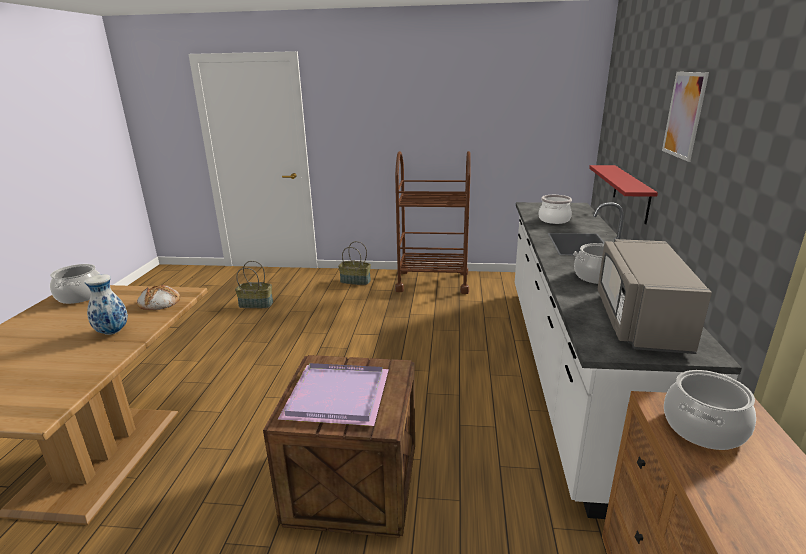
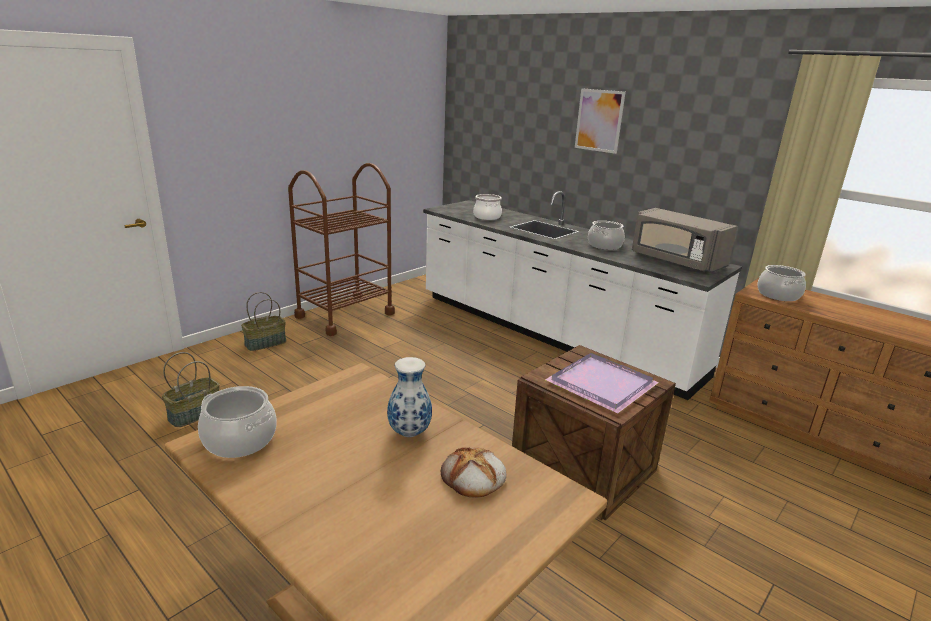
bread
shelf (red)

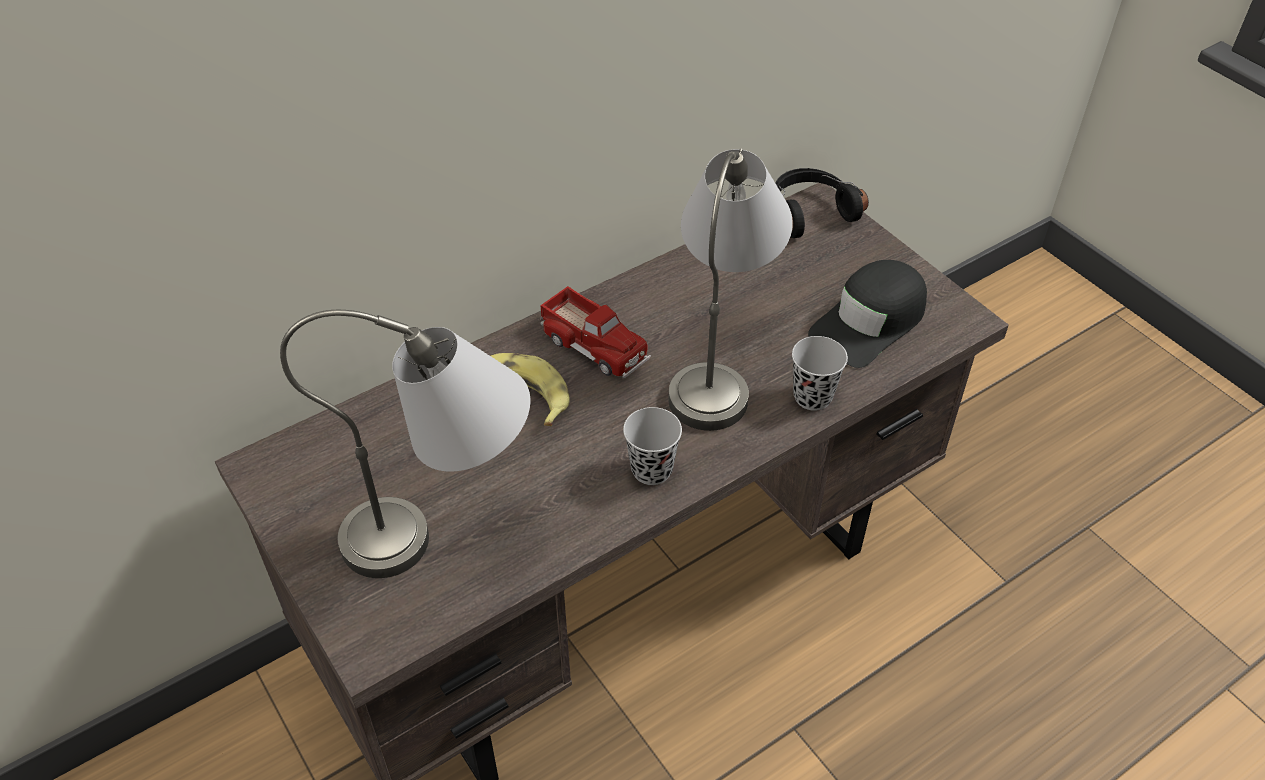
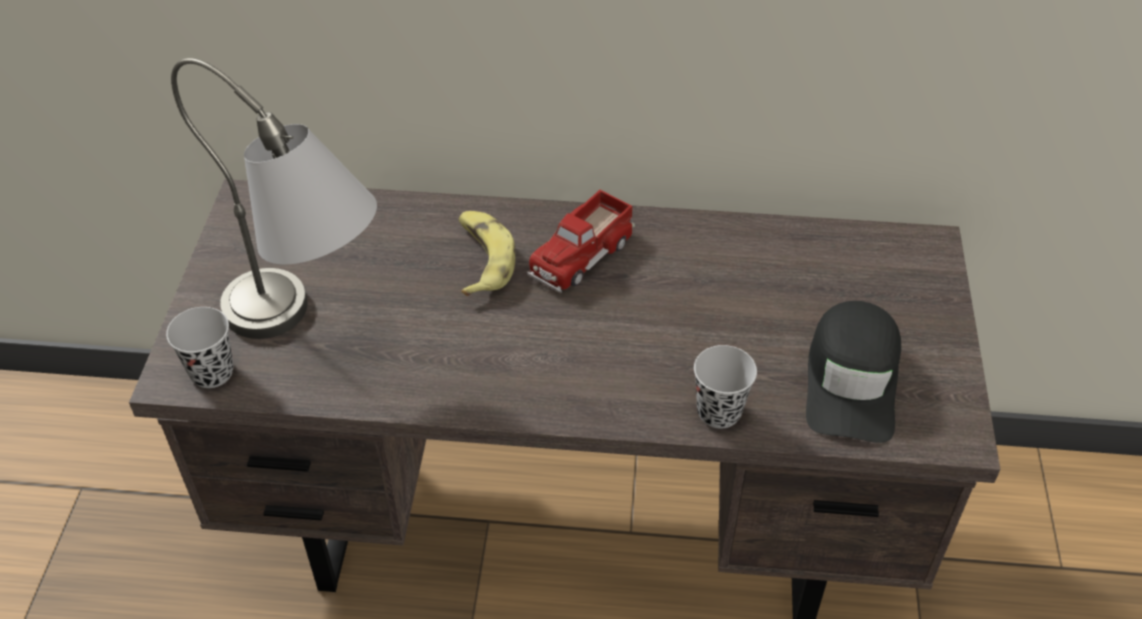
cup (black) (no. 1 from left)
toy truck
cap (black)
table lamp (grey) (no. 2 from left in the first image)
headphones (black)

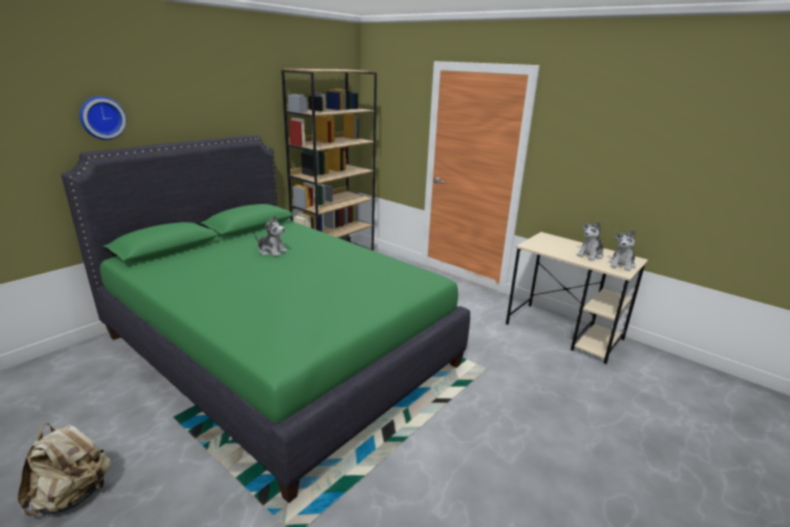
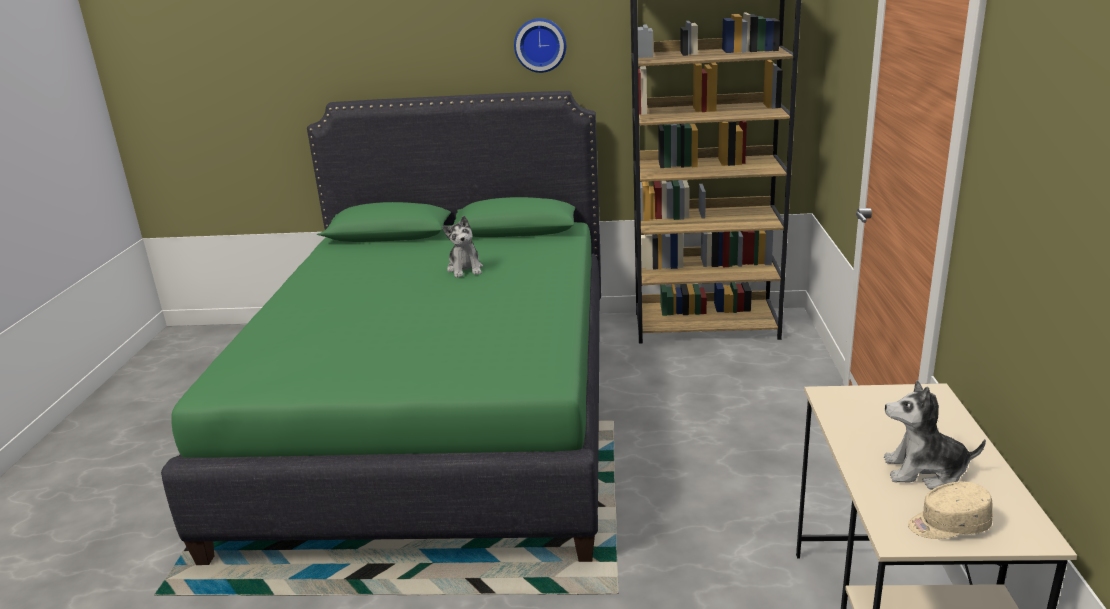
wall clock
cap (beige)
backpack (beige)

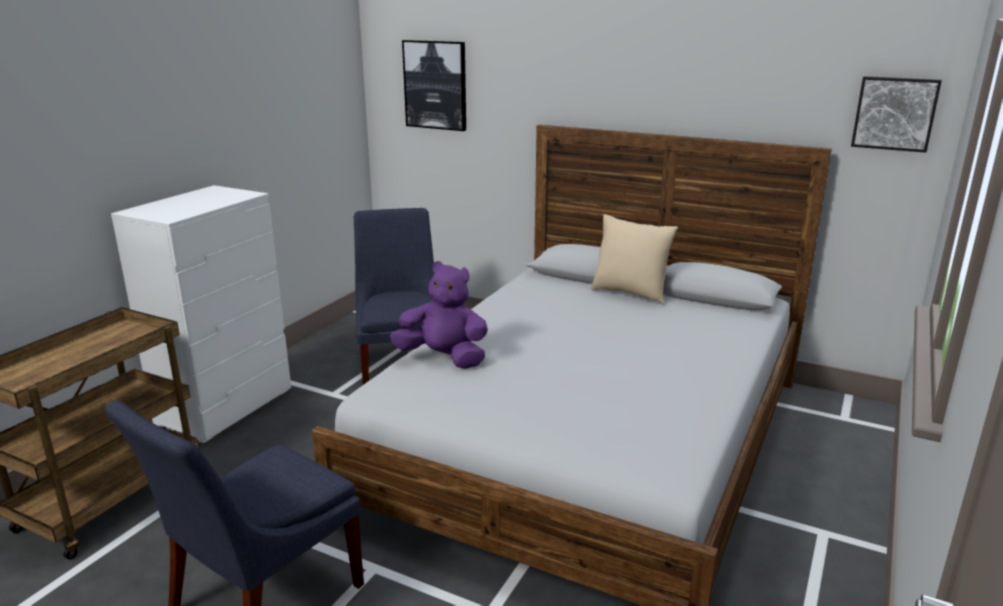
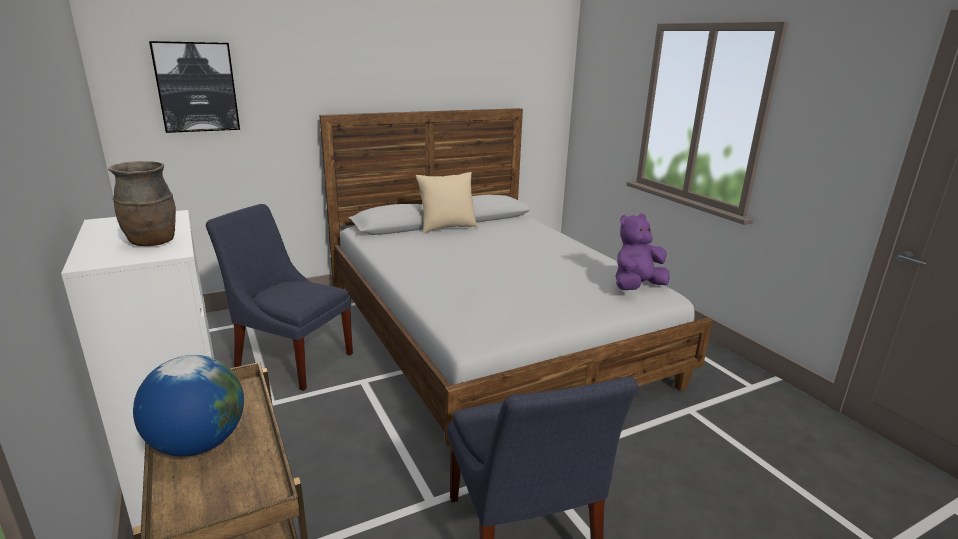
vase (brown)
globe
plush toy (purple)
picture (no. 2 from left in the first image)

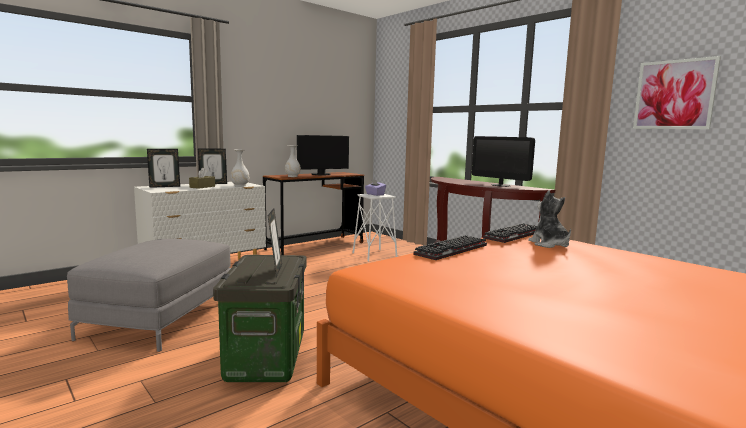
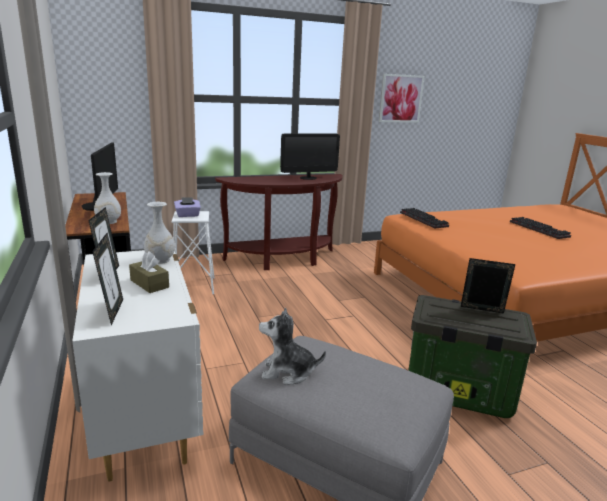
plush toy
keyboard (no. 2 from left)

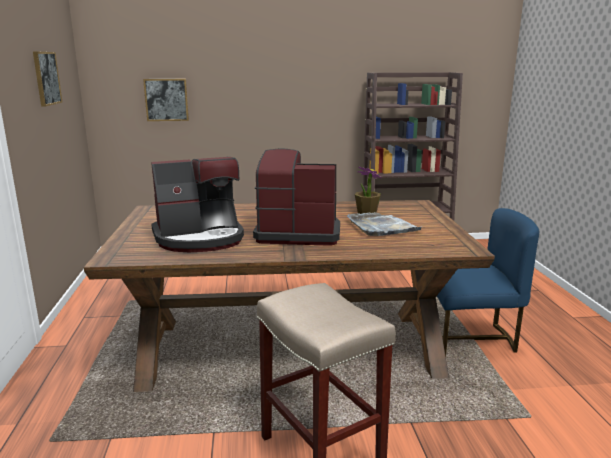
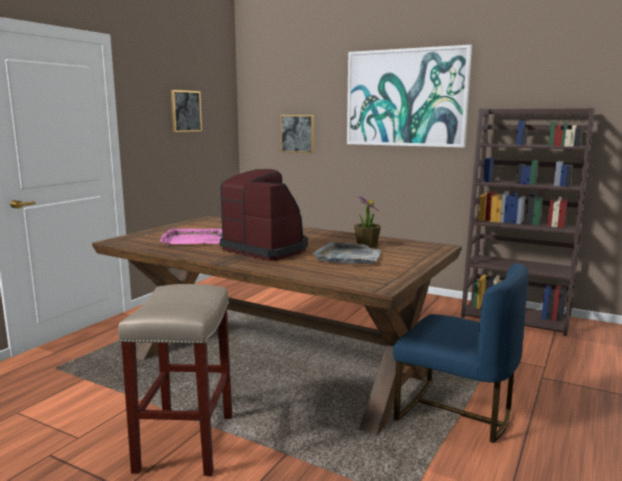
tray (pink)
picture (no. 3 from left)

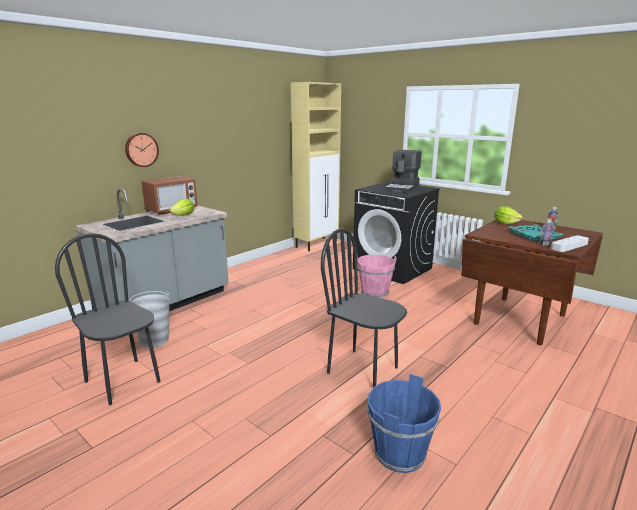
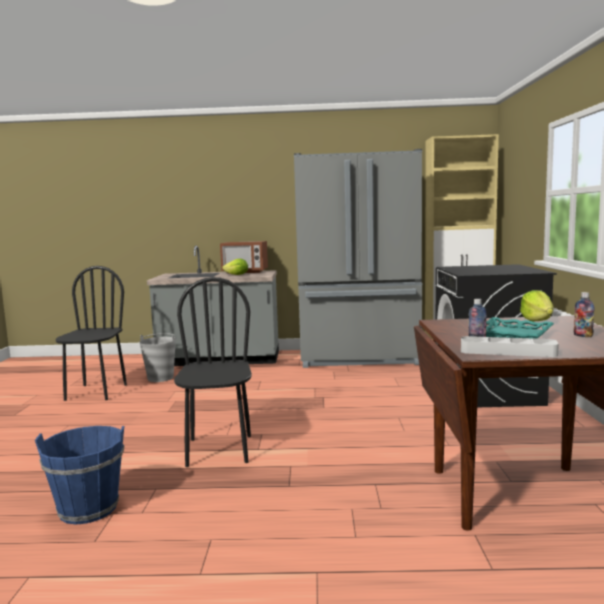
fridge (grey)
wall clock
bucket (pink)
coffee machine

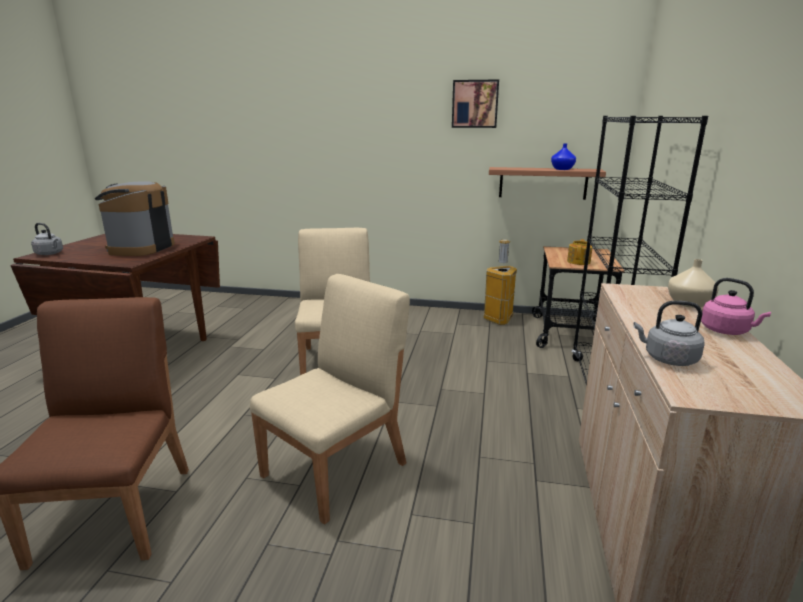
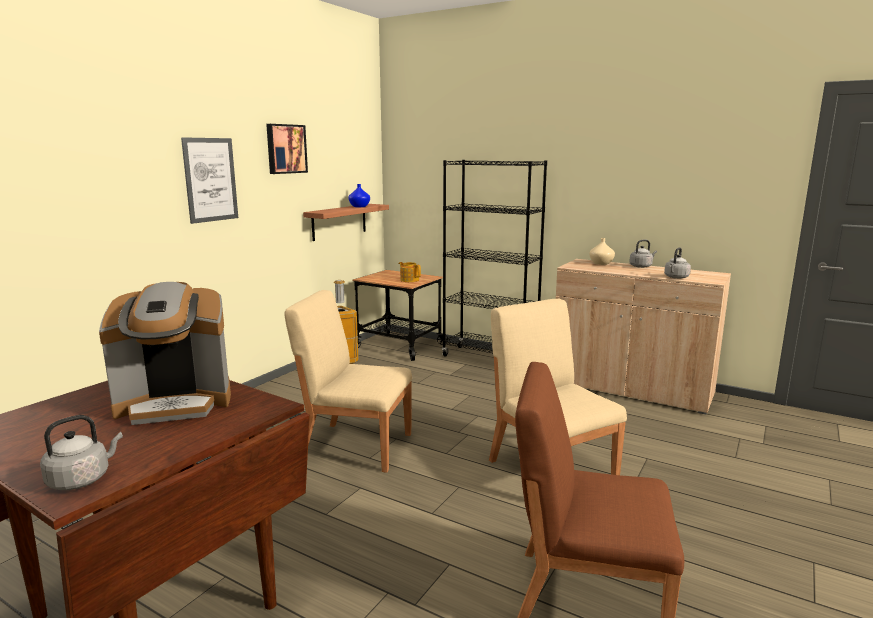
coffee machine
picture (no. 1 from left)
kettle (grey) (no. 2 from left)

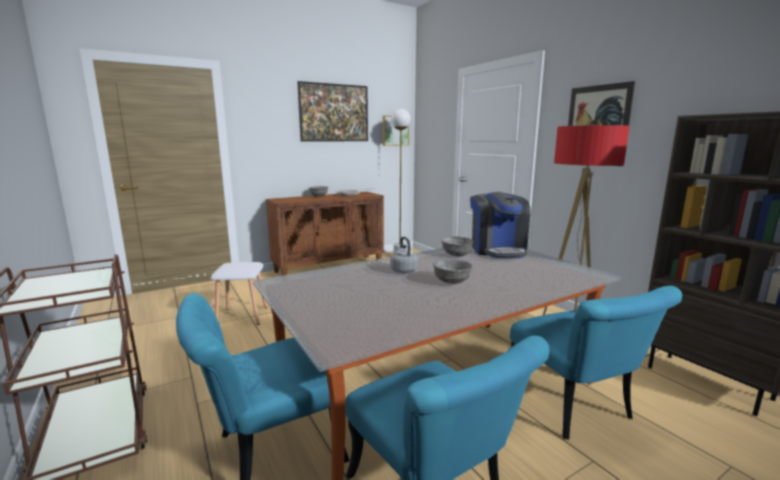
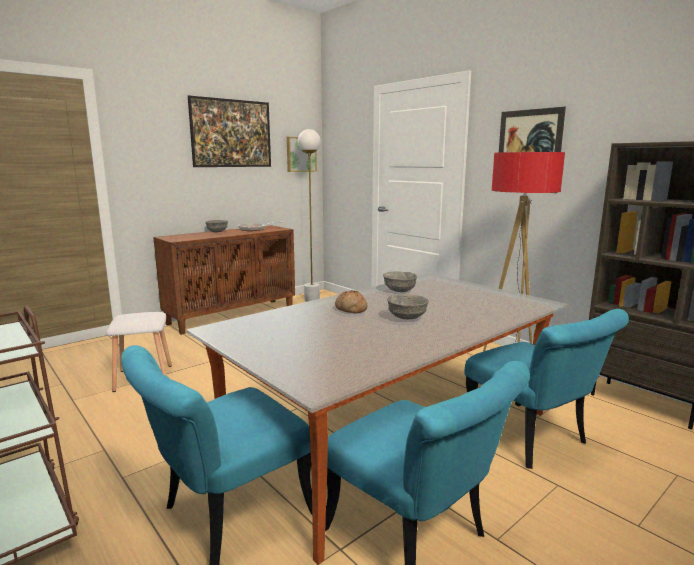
bread
coffee machine

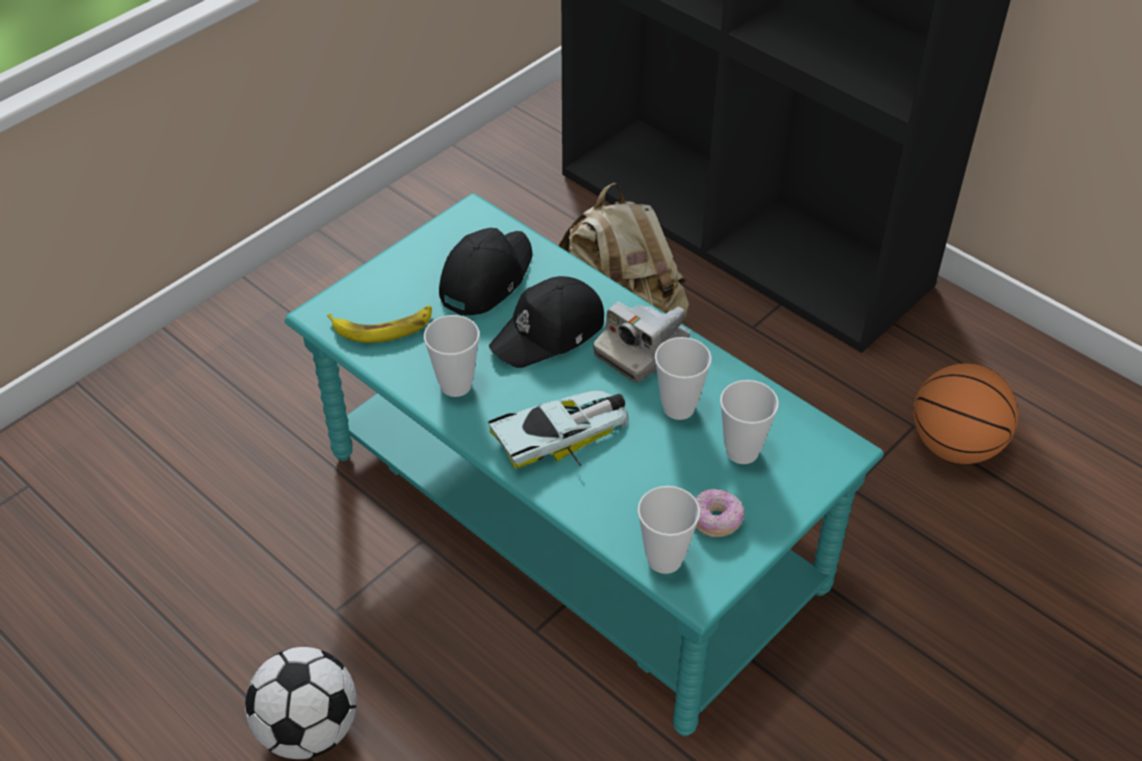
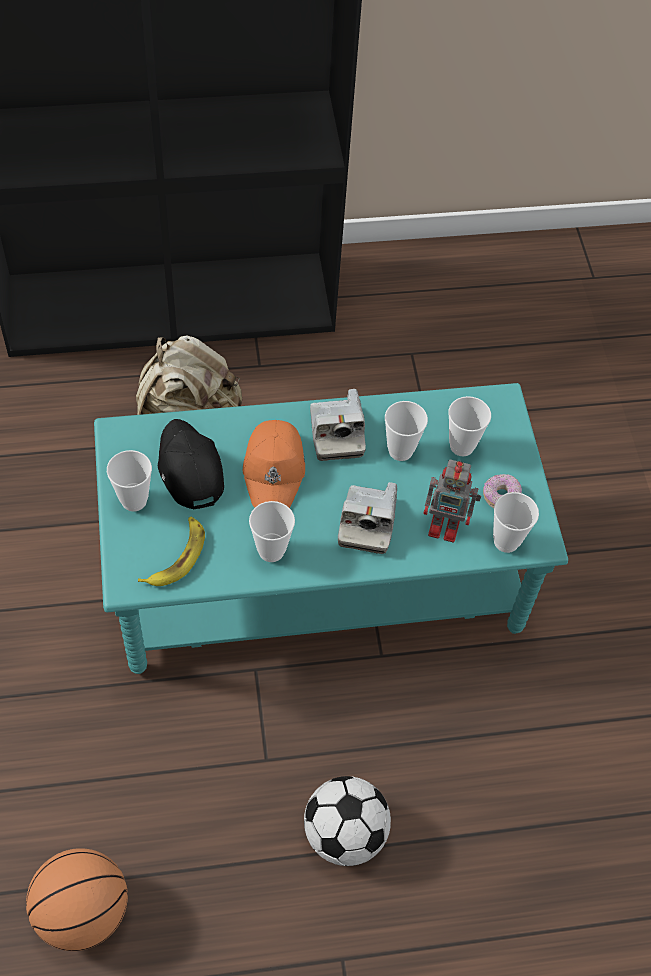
basketball
cup (no. 1 from left)
cap (orange)
photo camera (no. 2 from left)
toy robot

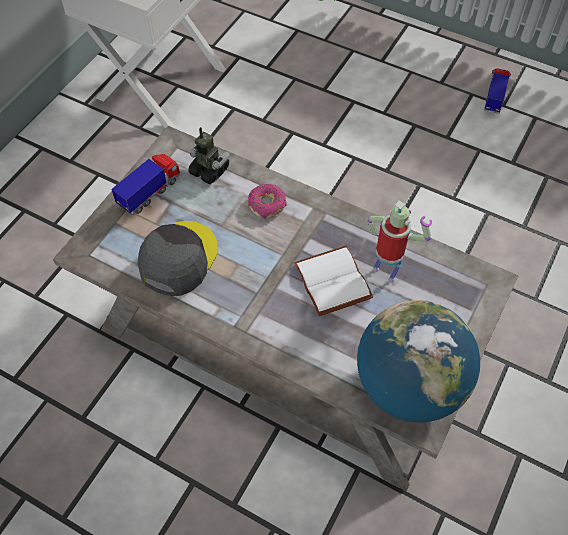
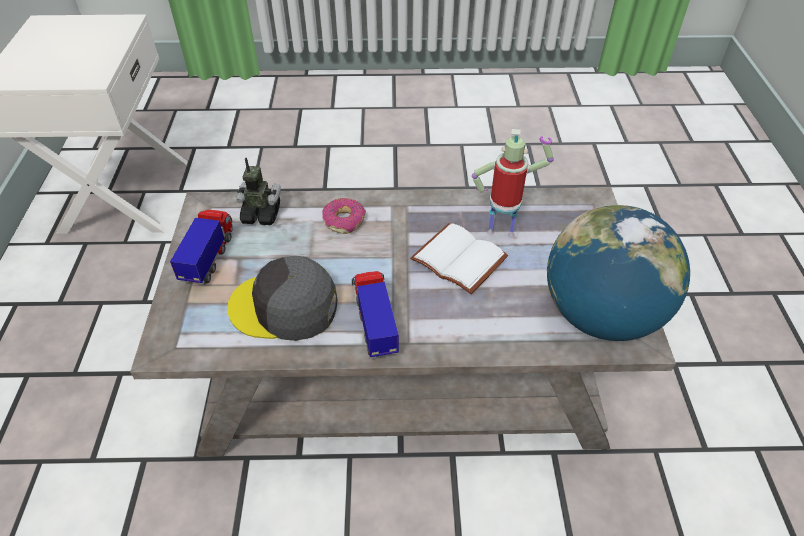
cap (grey)
toy truck (no. 2 from left)

